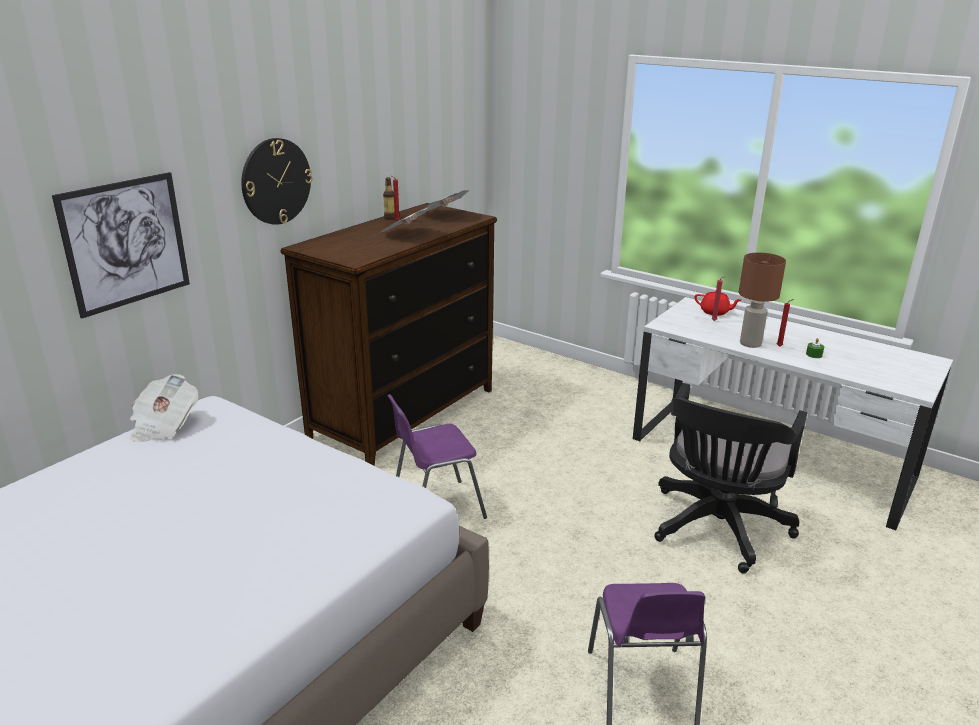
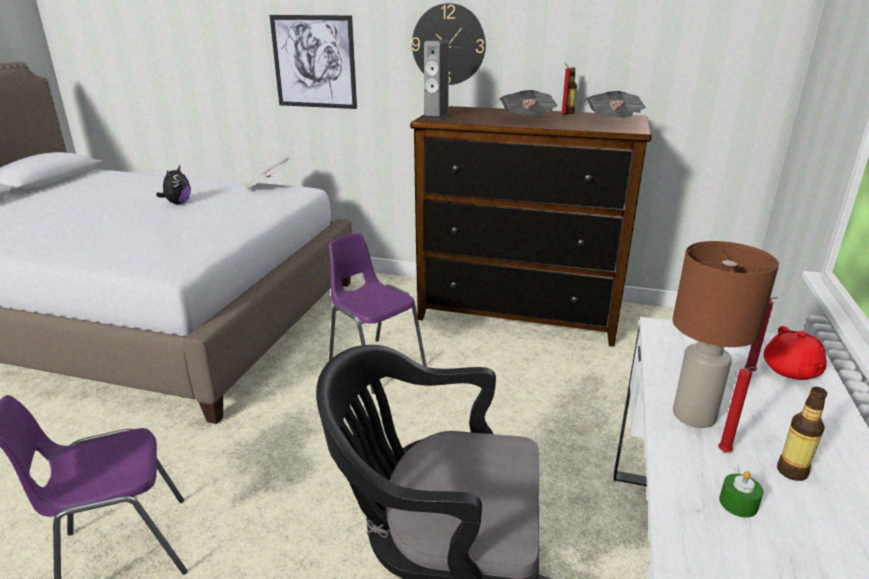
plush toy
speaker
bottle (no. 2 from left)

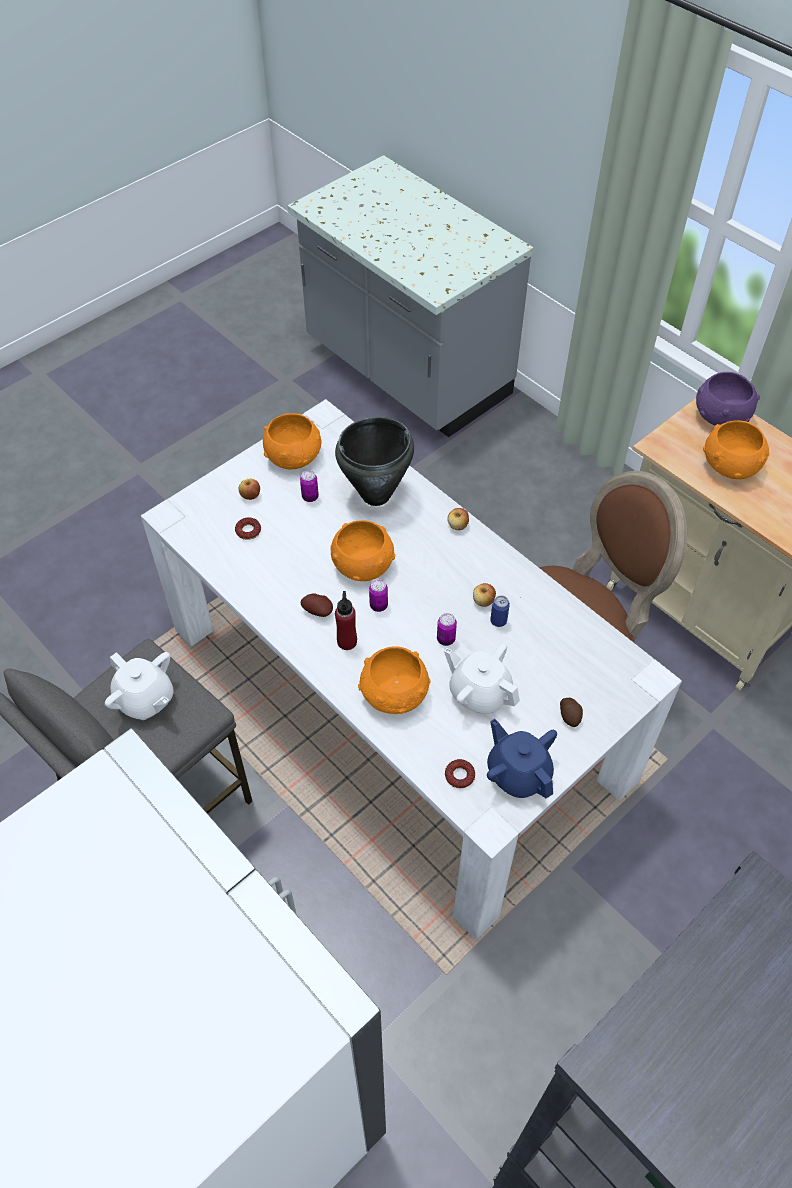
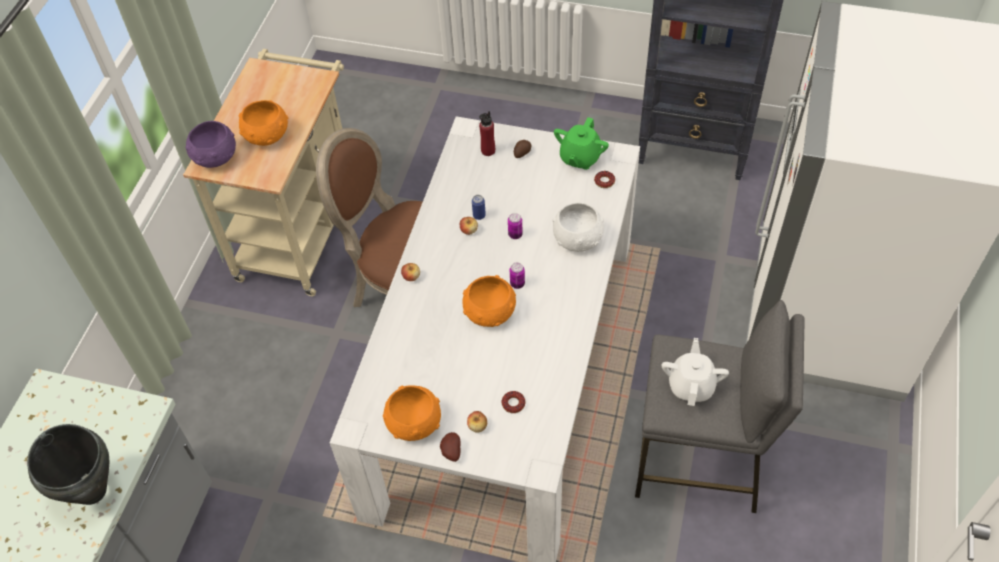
cooking pot (black)
potato (no. 1 from left)
bottle (red)
bowl (white)
teapot (green)
can (no. 1 from left in the first image)
teapot (white) (no. 2 from left in the first image)

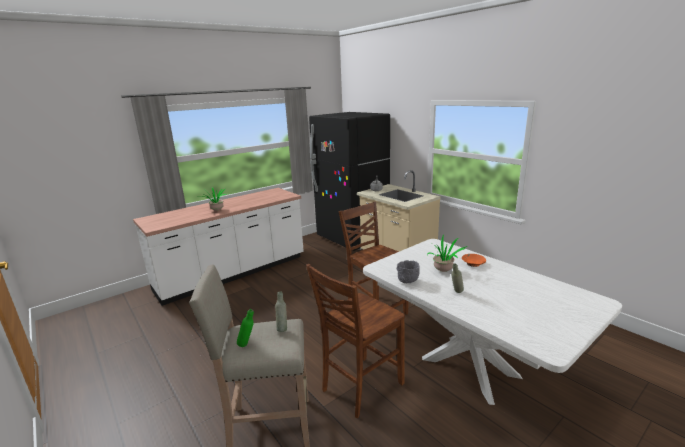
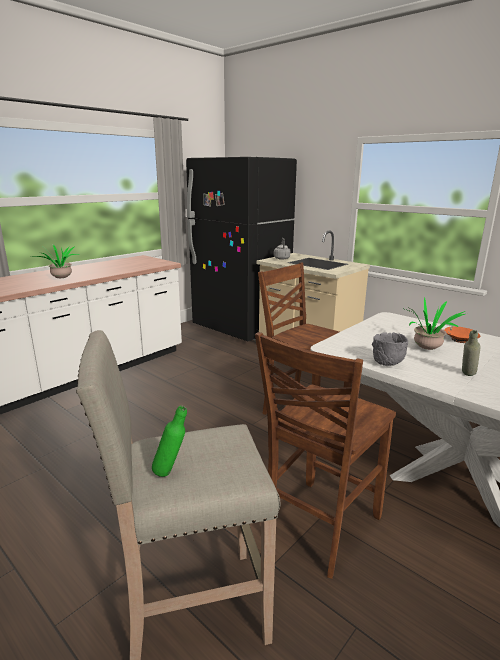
bottle (grey) (no. 1 from left in the first image)

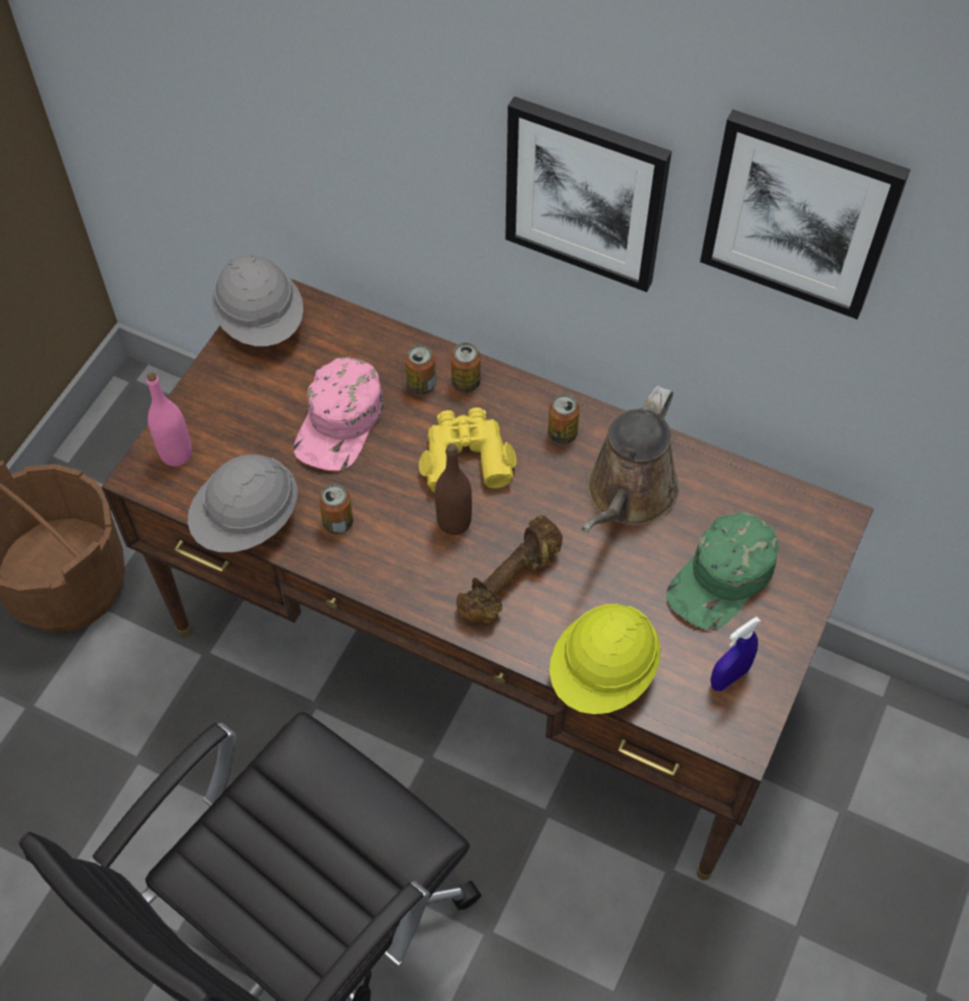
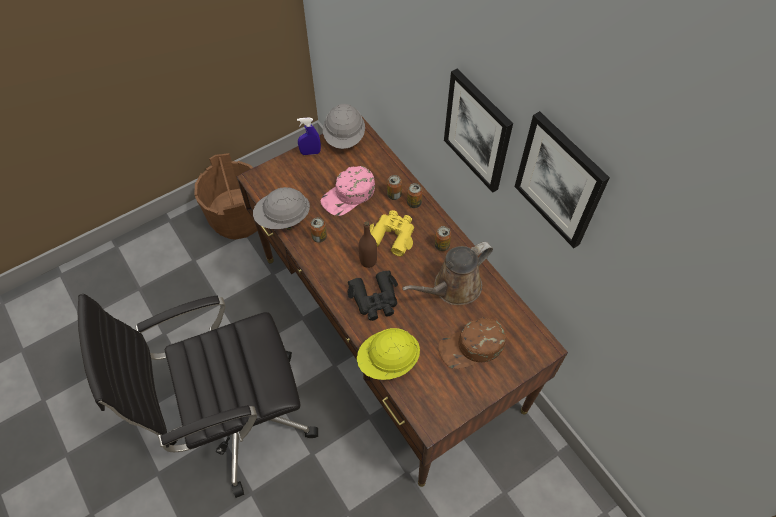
spray bottle (blue)
binoculars (black)
cap (brown)
bottle (pink)

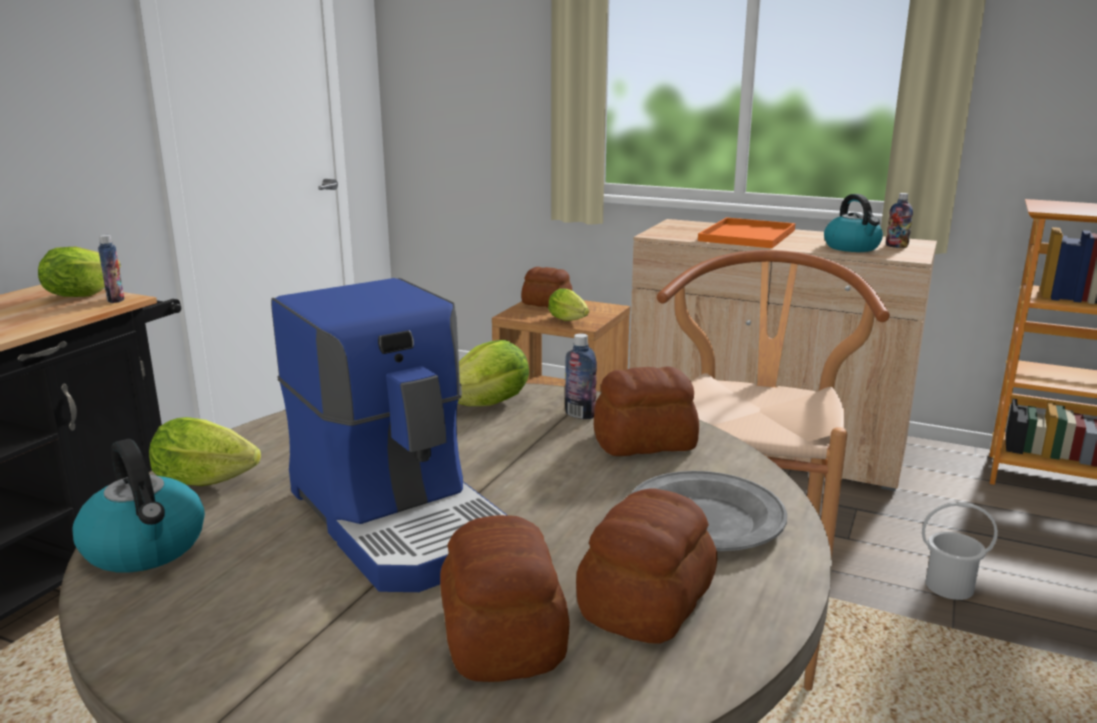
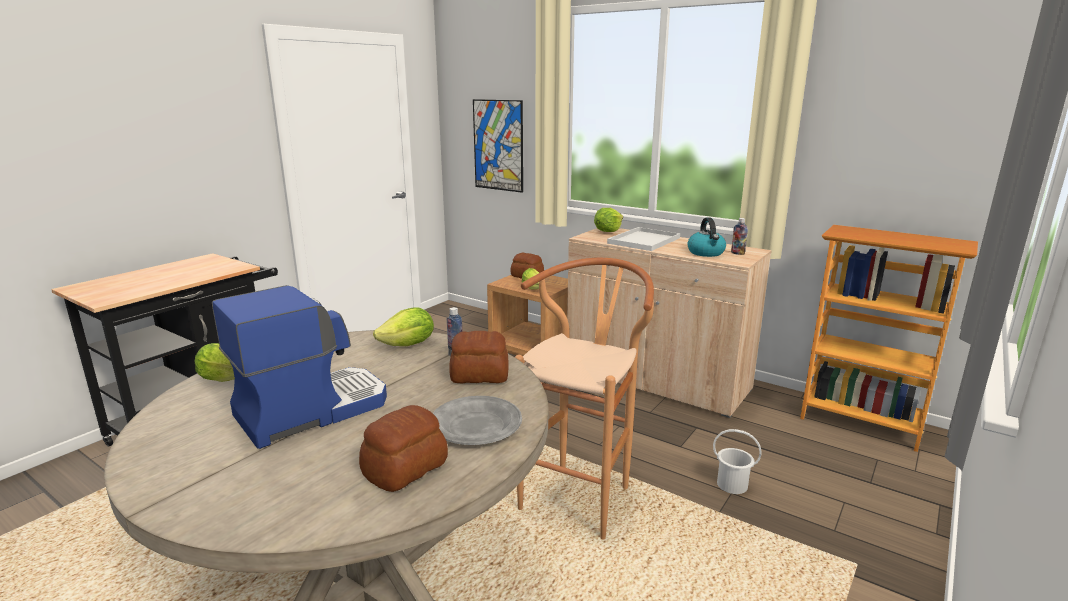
coffee machine
picture
lettuce (no. 4 from left)
tray (white)
kettle (no. 1 from left in the first image)
bottle (no. 1 from left in the first image)
bread (no. 1 from left in the first image)

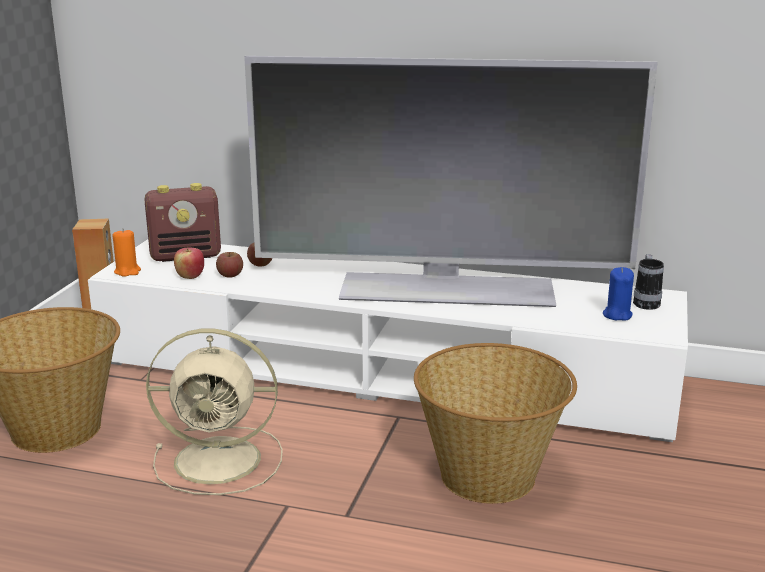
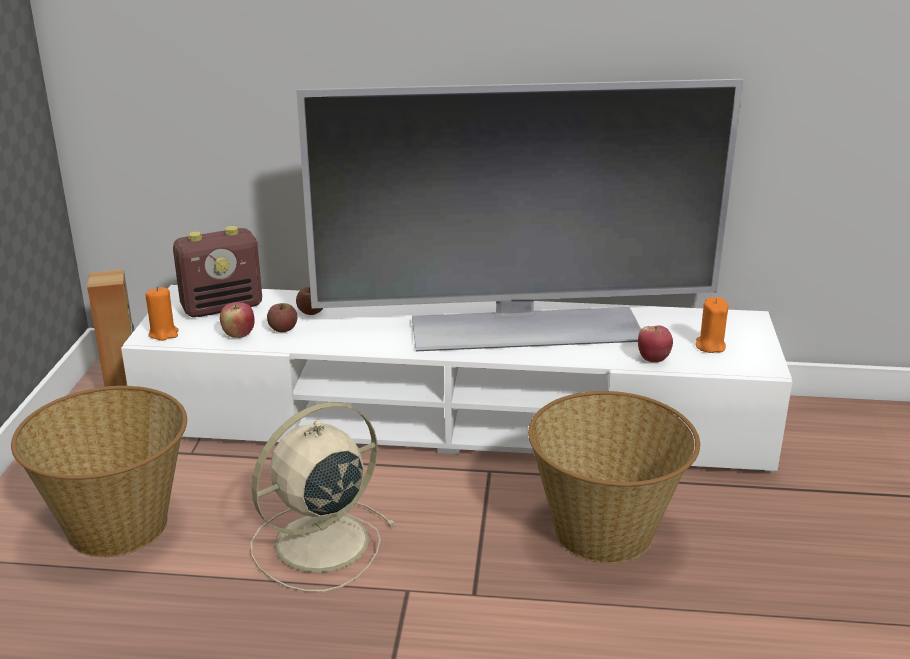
fan (beige)
apple (no. 4 from left)
candle (orange) (no. 2 from left)
mug

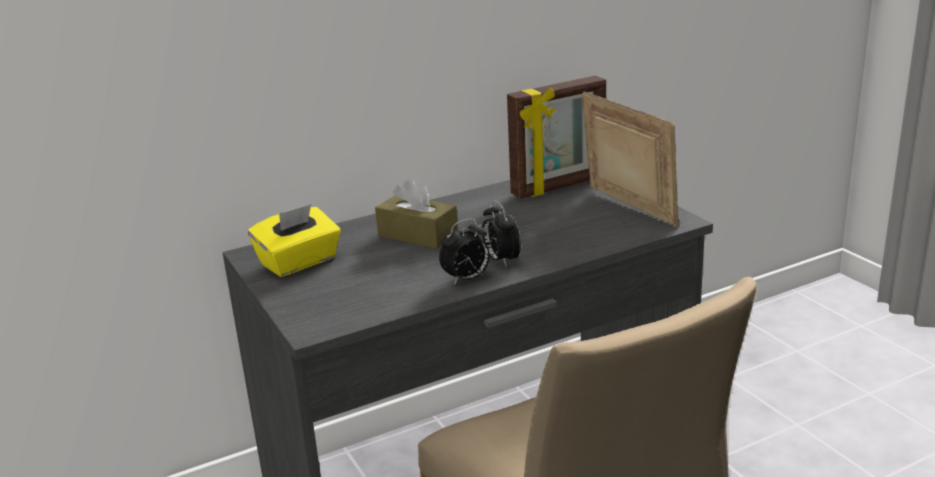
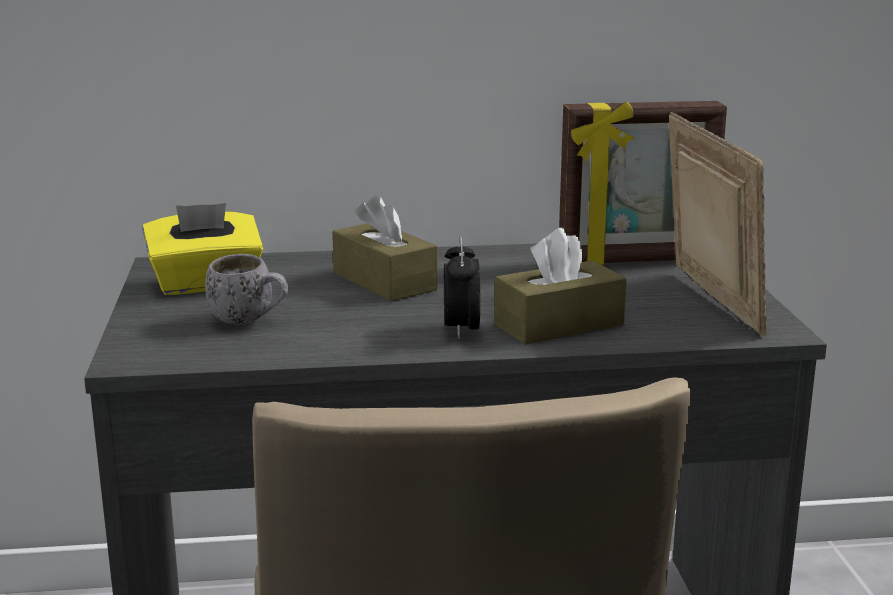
mug (grey)
tissue box (brown) (no. 2 from left)
alarm clock (no. 1 from left in the first image)

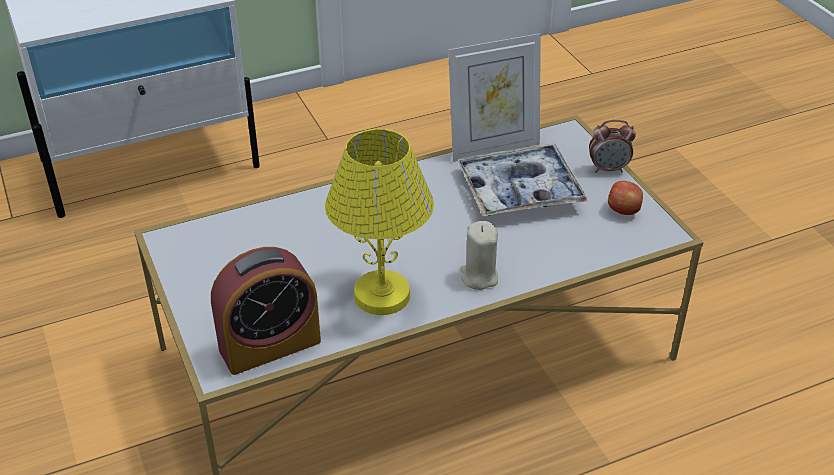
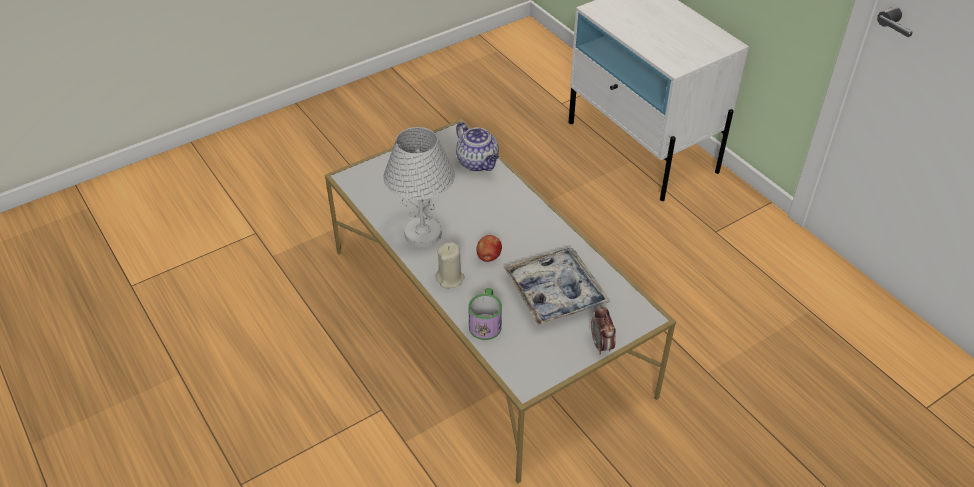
table lamp (white)
teapot
mug
apple
alarm clock (no. 1 from left in the first image)
picture frame

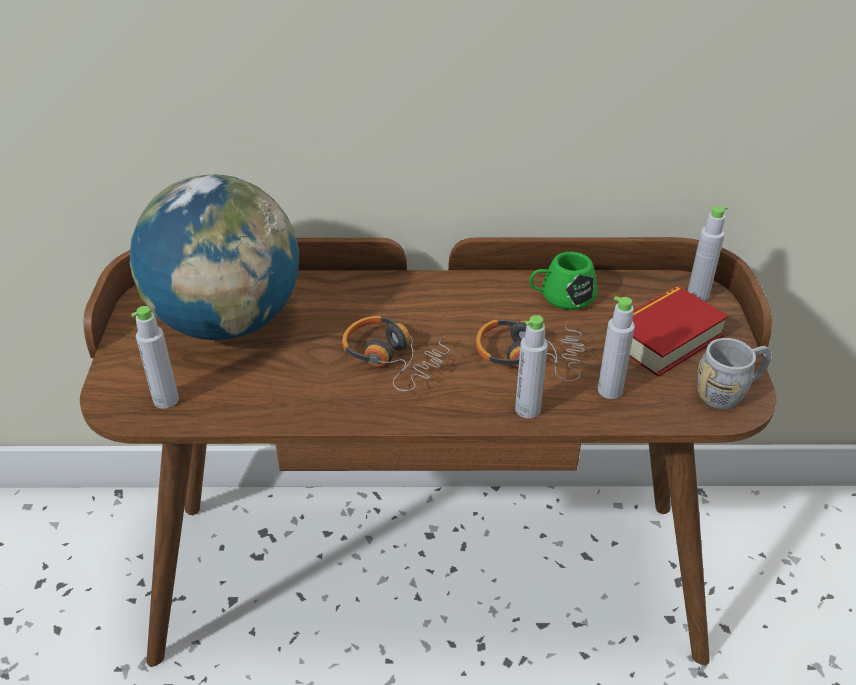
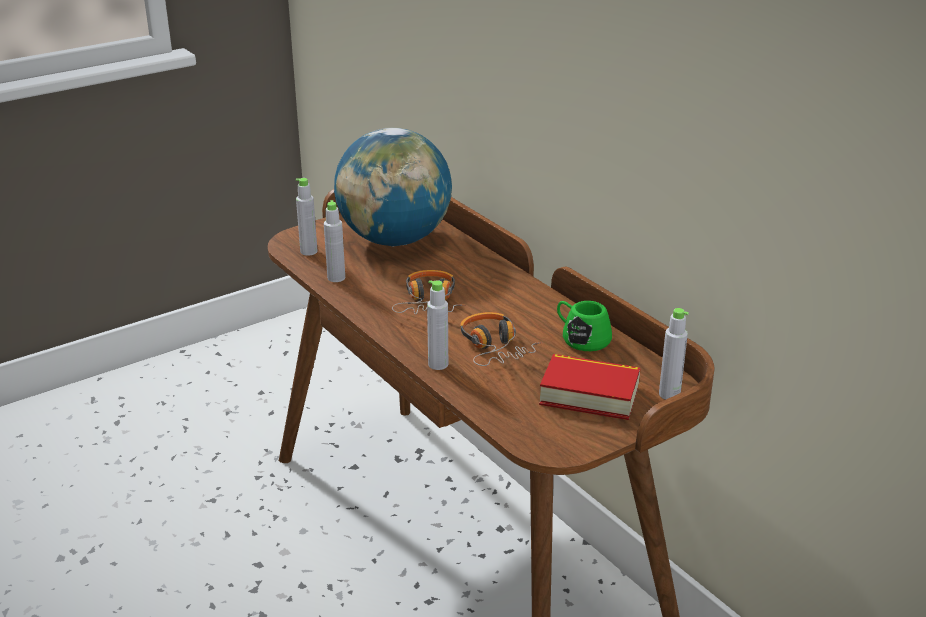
bottle (grey) (no. 2 from left)
mug (grey)

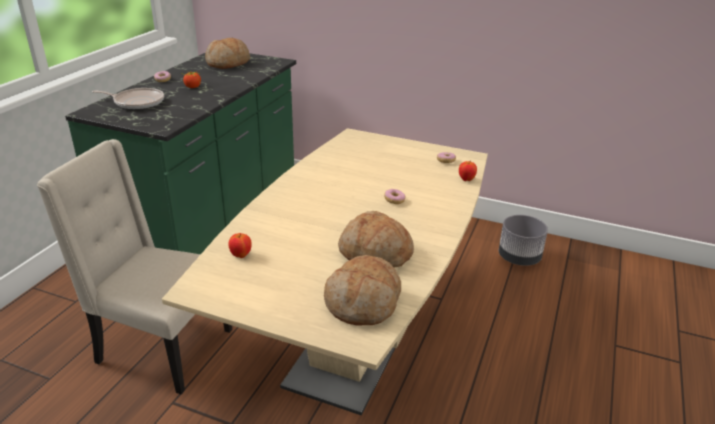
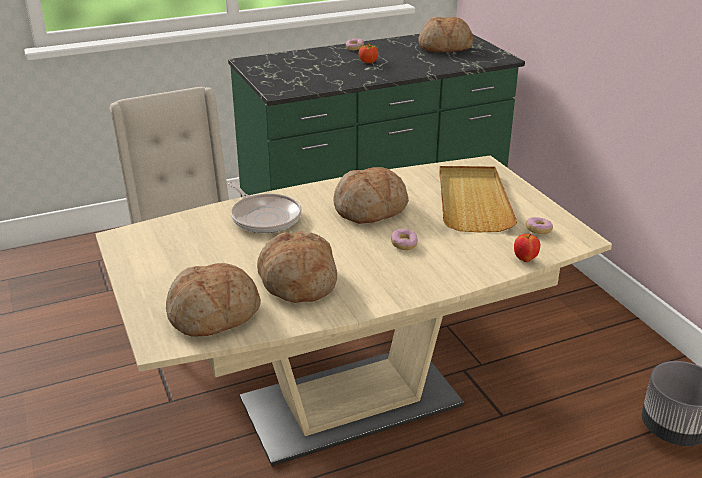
frying pan
bread (no. 3 from left)
tray (beige)
apple (no. 1 from left in the first image)

